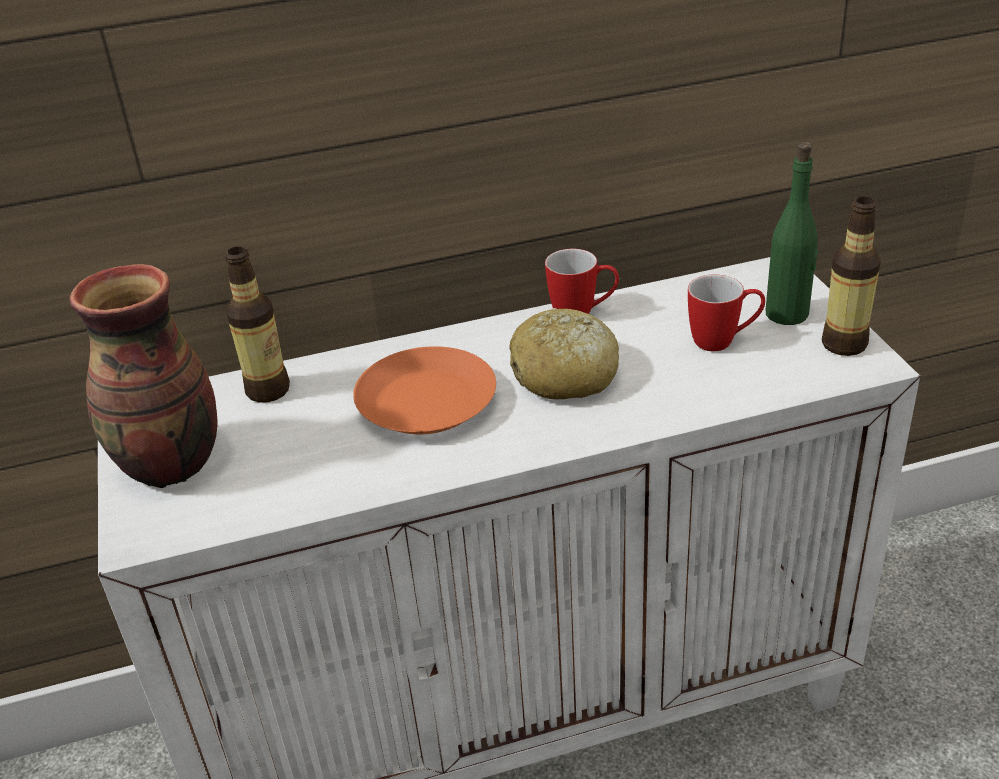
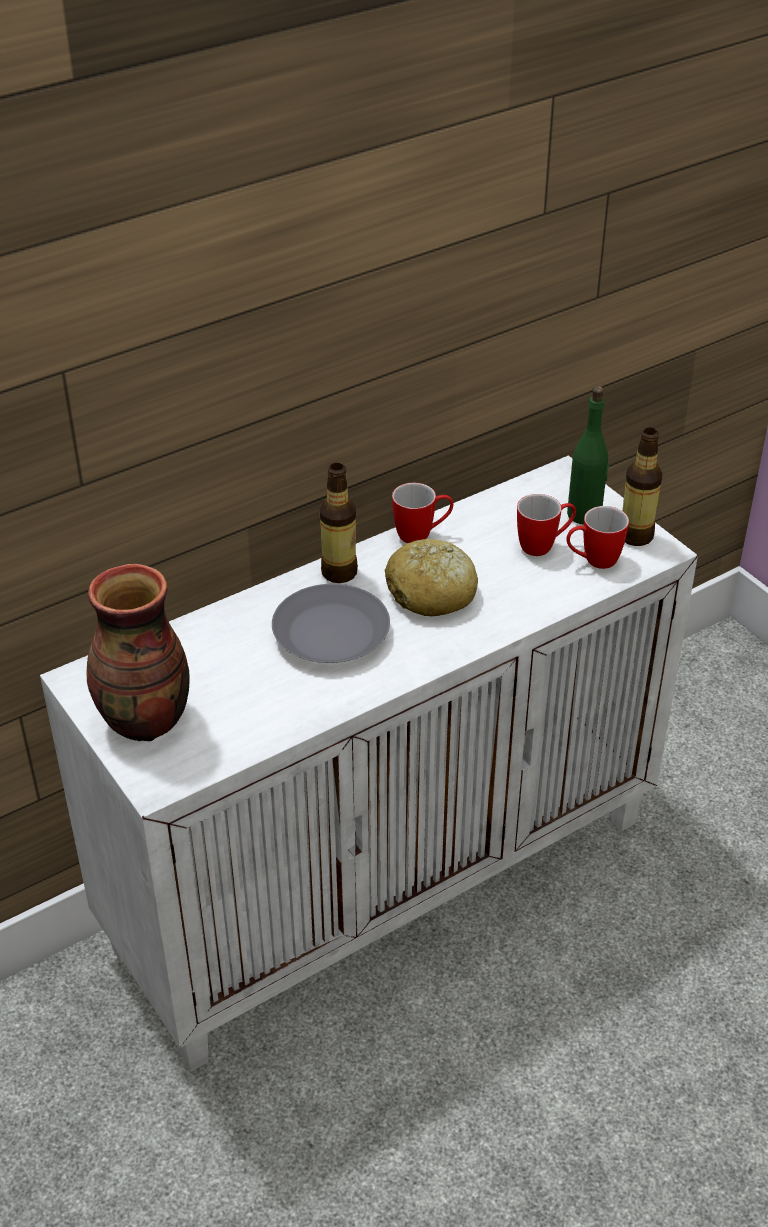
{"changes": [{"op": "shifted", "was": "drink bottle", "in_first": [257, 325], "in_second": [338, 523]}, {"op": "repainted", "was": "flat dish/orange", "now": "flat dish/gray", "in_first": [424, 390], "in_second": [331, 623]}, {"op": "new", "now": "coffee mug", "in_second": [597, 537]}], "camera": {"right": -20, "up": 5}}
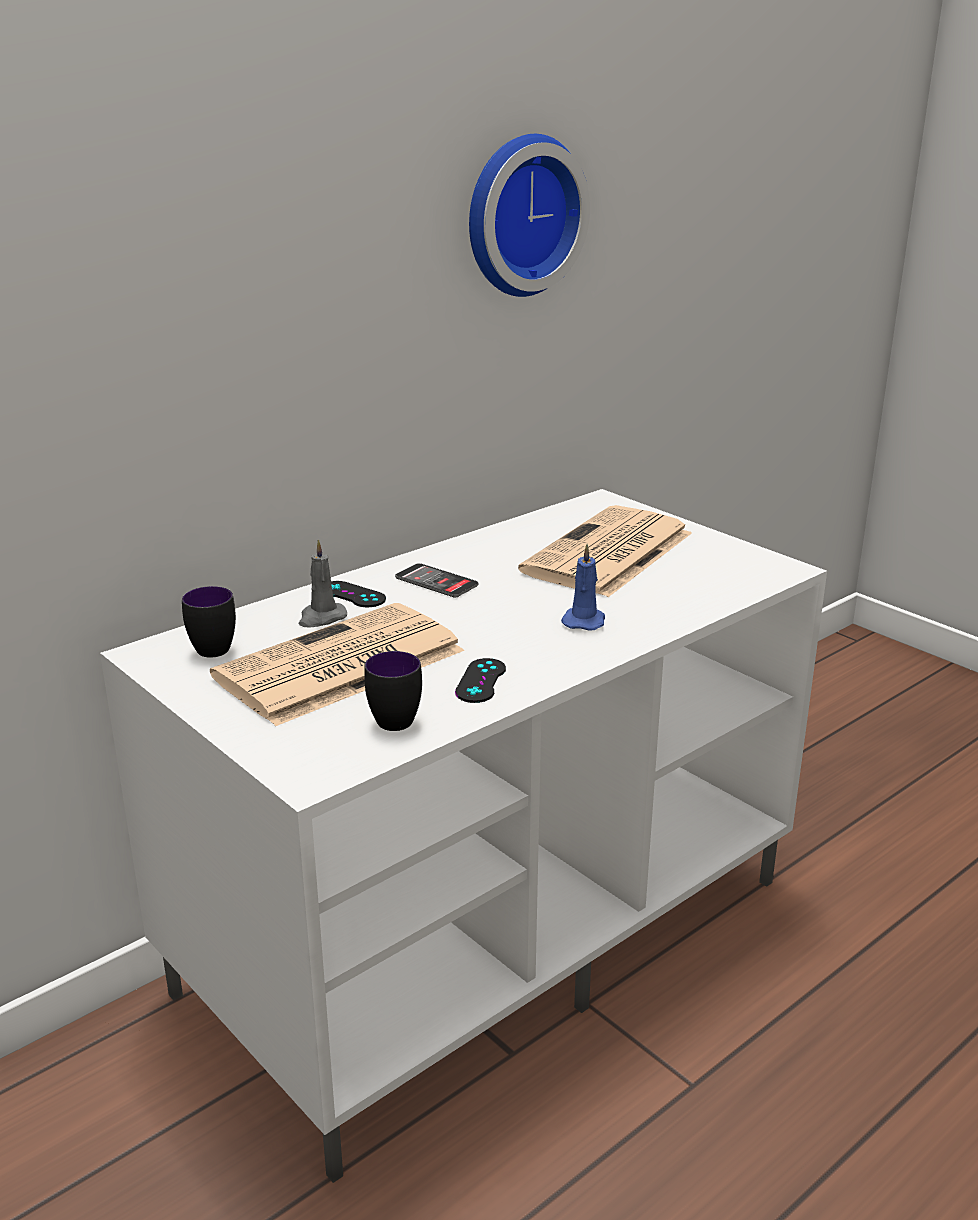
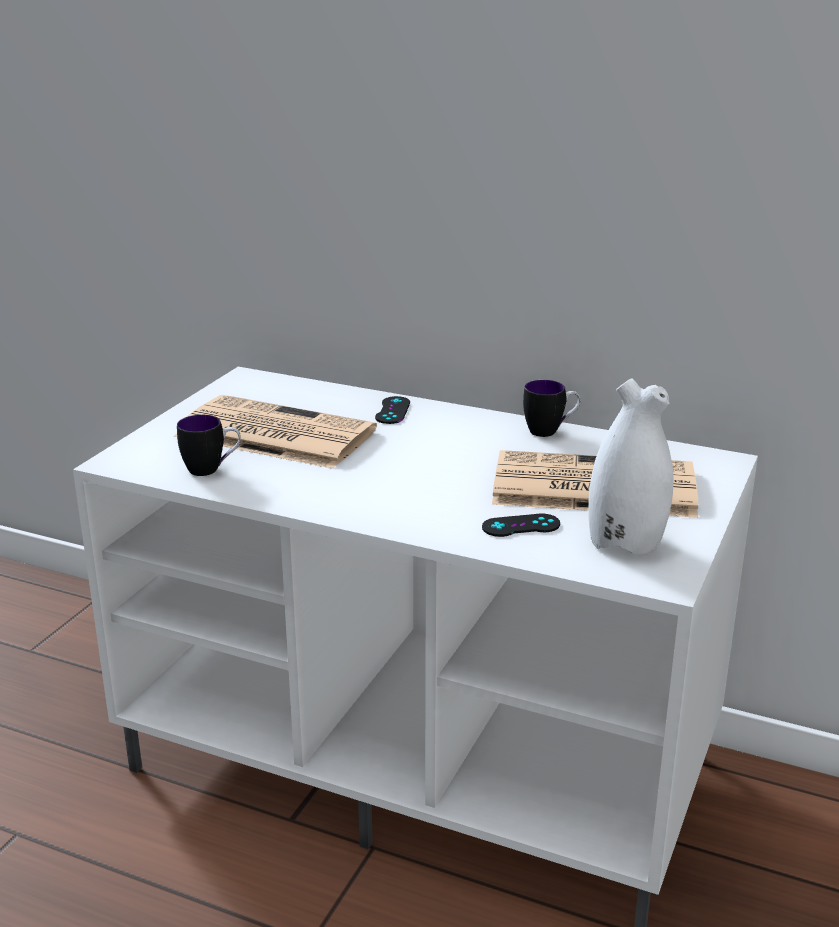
{"changes": [{"op": "shifted", "was": "coffee mug", "in_first": [209, 622], "in_second": [552, 408]}, {"op": "gone", "was": "wax light/gray", "in_first": [322, 584]}, {"op": "gone", "was": "telephone", "in_first": [436, 580]}, {"op": "shifted", "was": "gamepad/black", "in_first": [480, 680], "in_second": [521, 525]}, {"op": "gone", "was": "wall clock", "in_first": [529, 215]}, {"op": "gone", "was": "wax light/bluish", "in_first": [583, 587]}, {"op": "new", "now": "vase/whitish", "in_second": [631, 467]}], "camera": {"right": 65, "up": 0}}
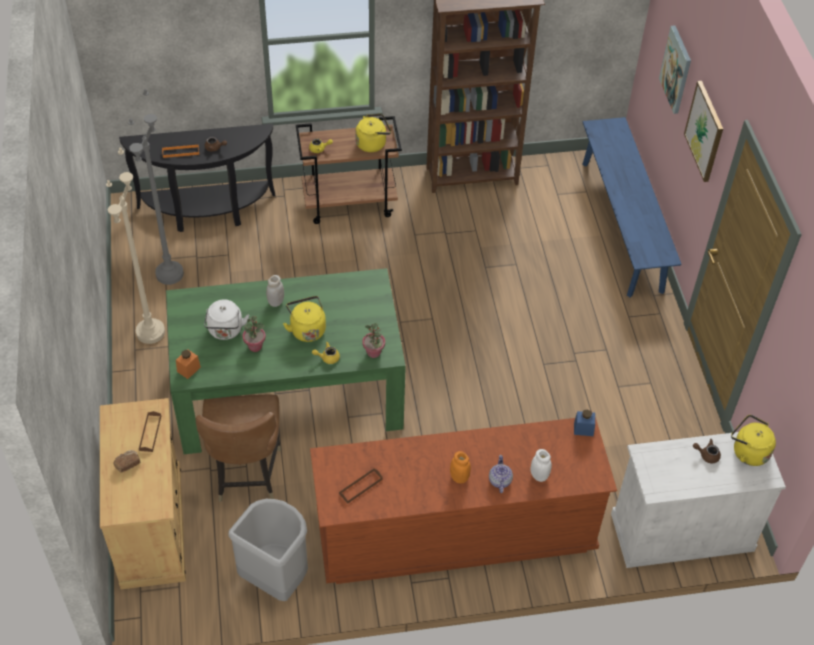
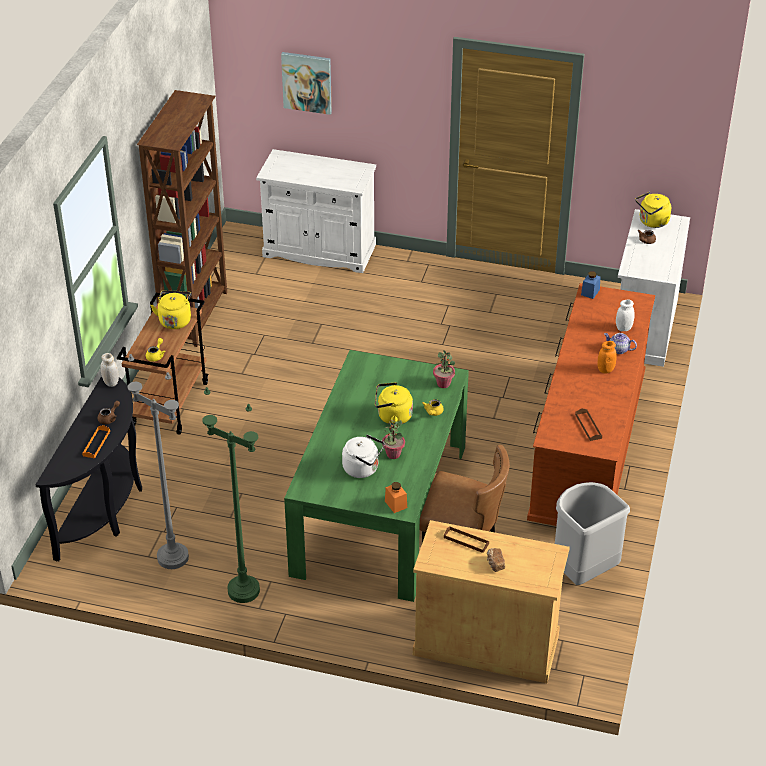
{"changes": [{"op": "repainted", "was": "standard lamp/sand-coloured", "now": "standard lamp/green", "in_first": [135, 246], "in_second": [231, 495]}, {"op": "shifted", "was": "storage jar/whitish", "in_first": [275, 291], "in_second": [110, 370]}, {"op": "swapped", "was": "bench/bluish", "now": "cabinet/whitish", "in_first": [632, 207], "in_second": [316, 211]}, {"op": "gone", "was": "picture", "in_first": [703, 131]}], "camera": {"right": -65, "up": -10}}
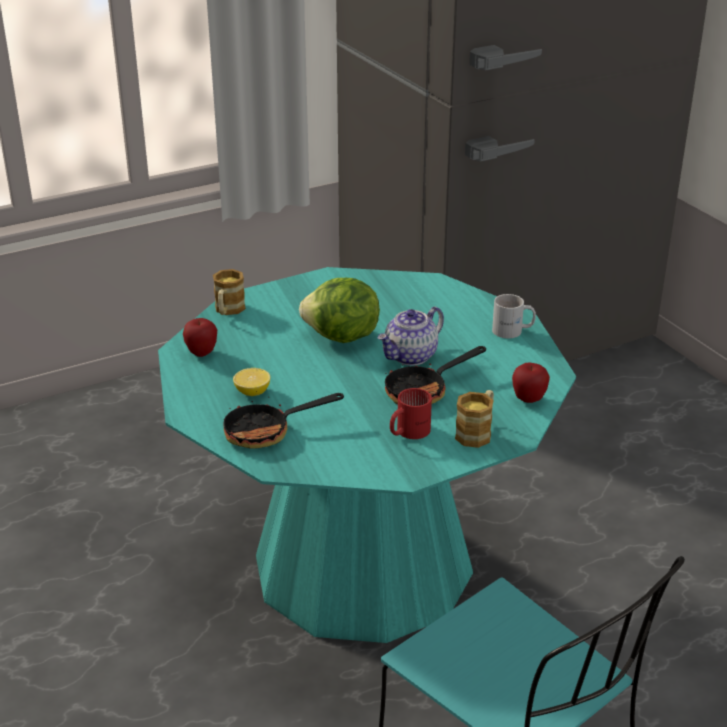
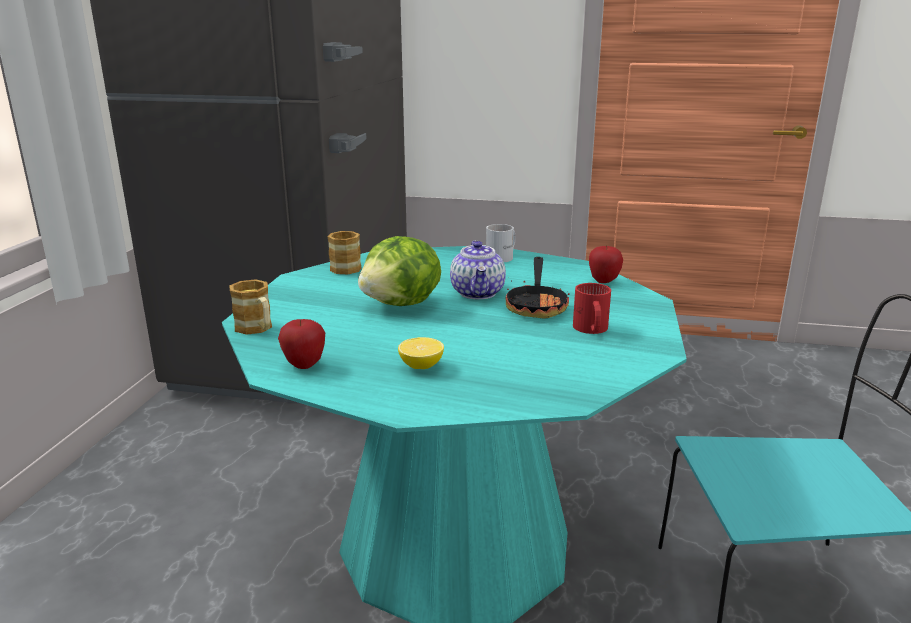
{"changes": [{"op": "gone", "was": "pan", "in_first": [283, 420]}, {"op": "shifted", "was": "coffee mug", "in_first": [474, 419], "in_second": [345, 252]}], "camera": {"right": -50, "up": -10}}
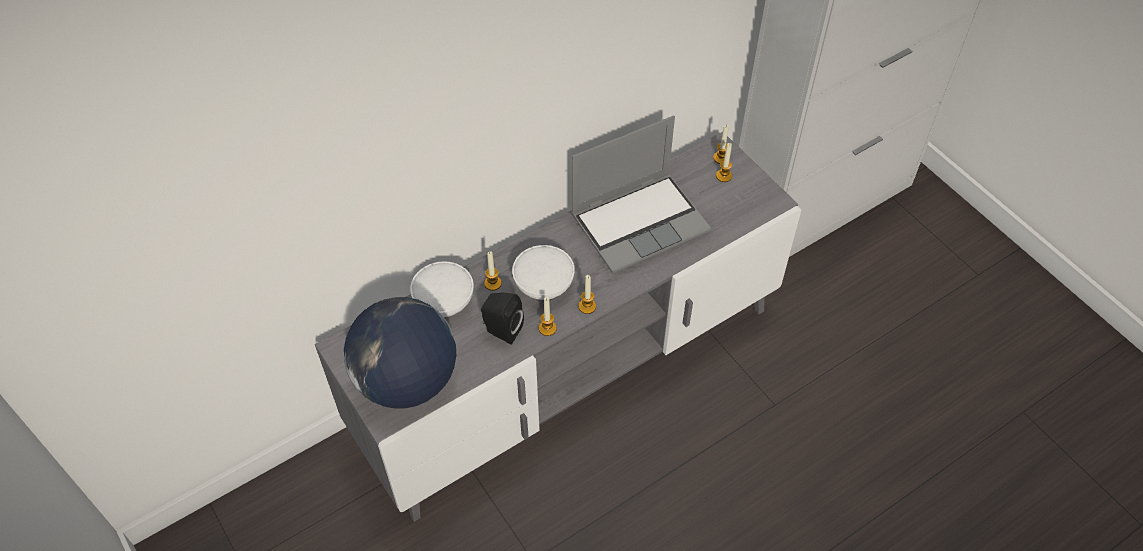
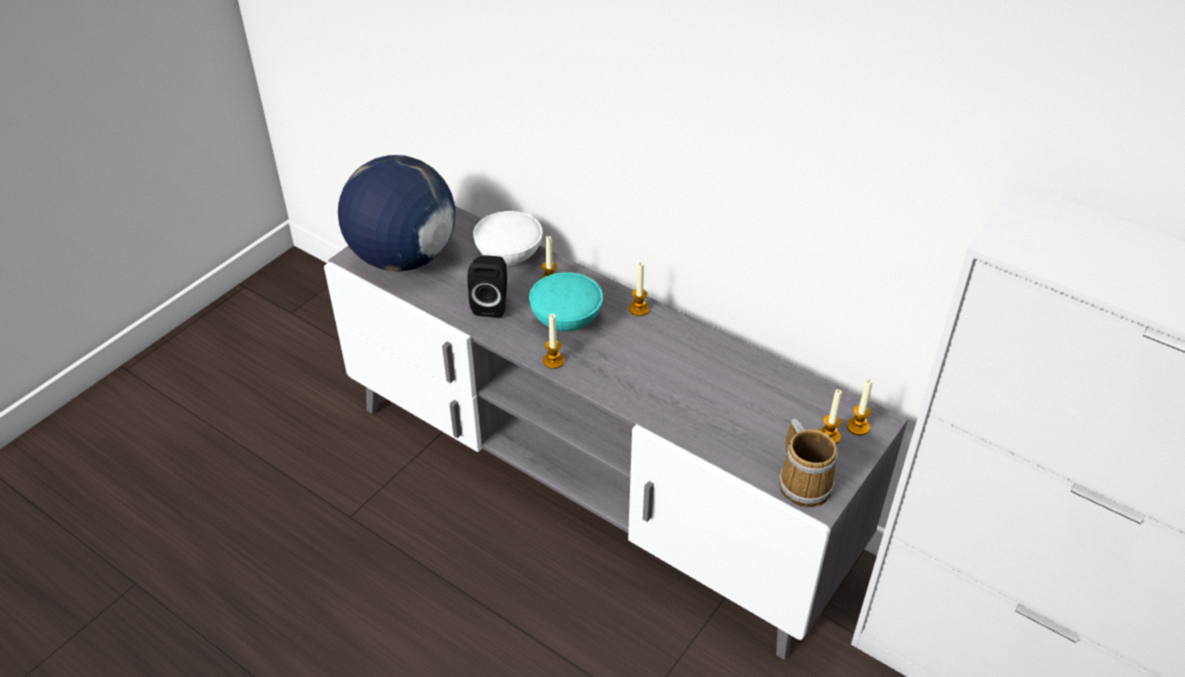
{"changes": [{"op": "repainted", "was": "deep dish/whitish", "now": "deep dish/turquoise-coloured", "in_first": [543, 272], "in_second": [566, 301]}, {"op": "shifted", "was": "wax light", "in_first": [548, 316], "in_second": [639, 289]}, {"op": "gone", "was": "notebook computer", "in_first": [641, 195]}, {"op": "new", "now": "coffee mug", "in_second": [808, 463]}], "camera": {"right": 70, "up": -10}}
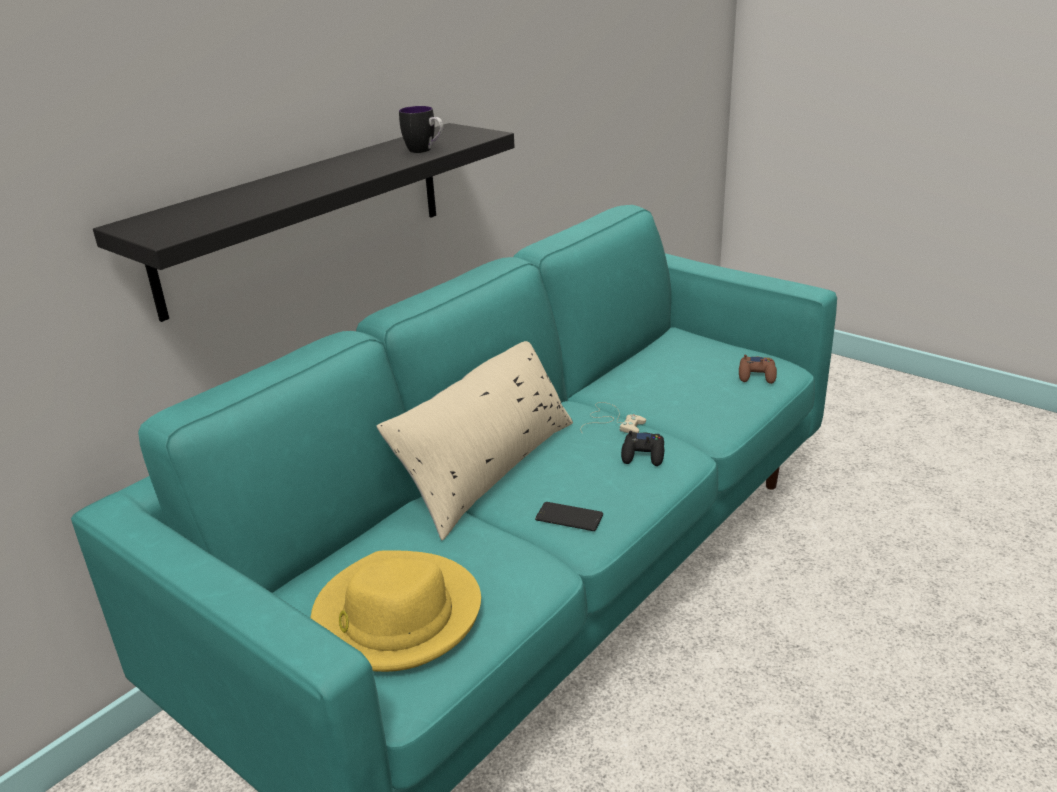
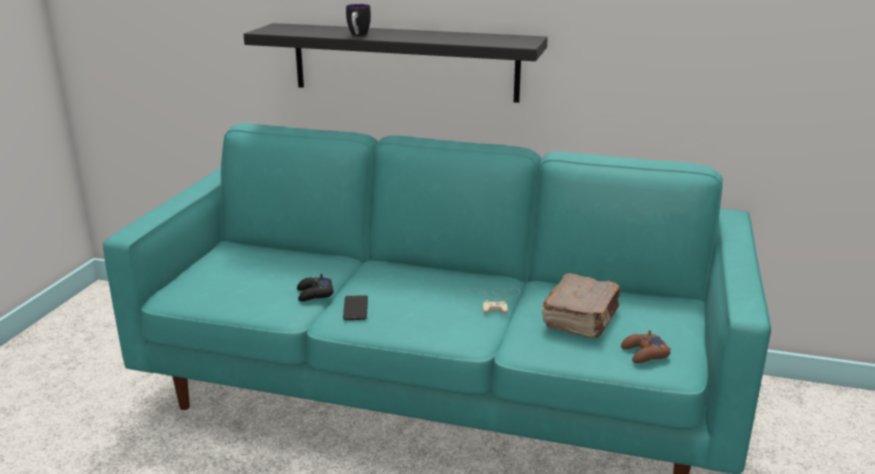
{"changes": [{"op": "gone", "was": "hat/yellow-coloured", "in_first": [396, 611]}, {"op": "gone", "was": "cushion/sand-coloured", "in_first": [475, 441]}, {"op": "shifted", "was": "coffee mug", "in_first": [421, 129], "in_second": [358, 20]}, {"op": "shifted", "was": "gamepad/black", "in_first": [642, 448], "in_second": [315, 288]}, {"op": "new", "now": "book/brownish", "in_second": [581, 305]}], "camera": {"right": 65, "up": -5}}
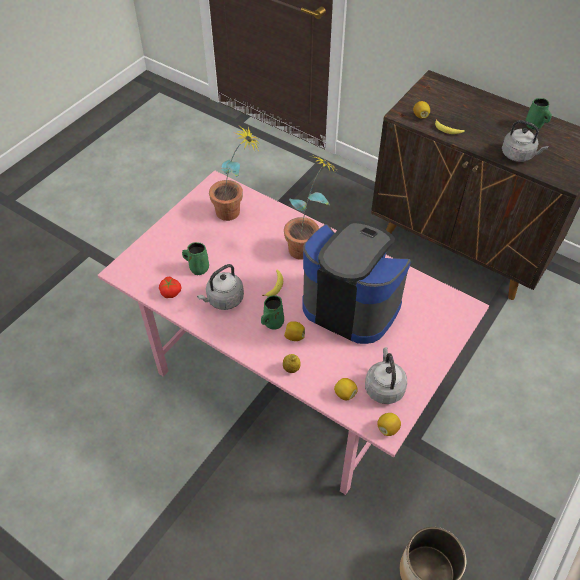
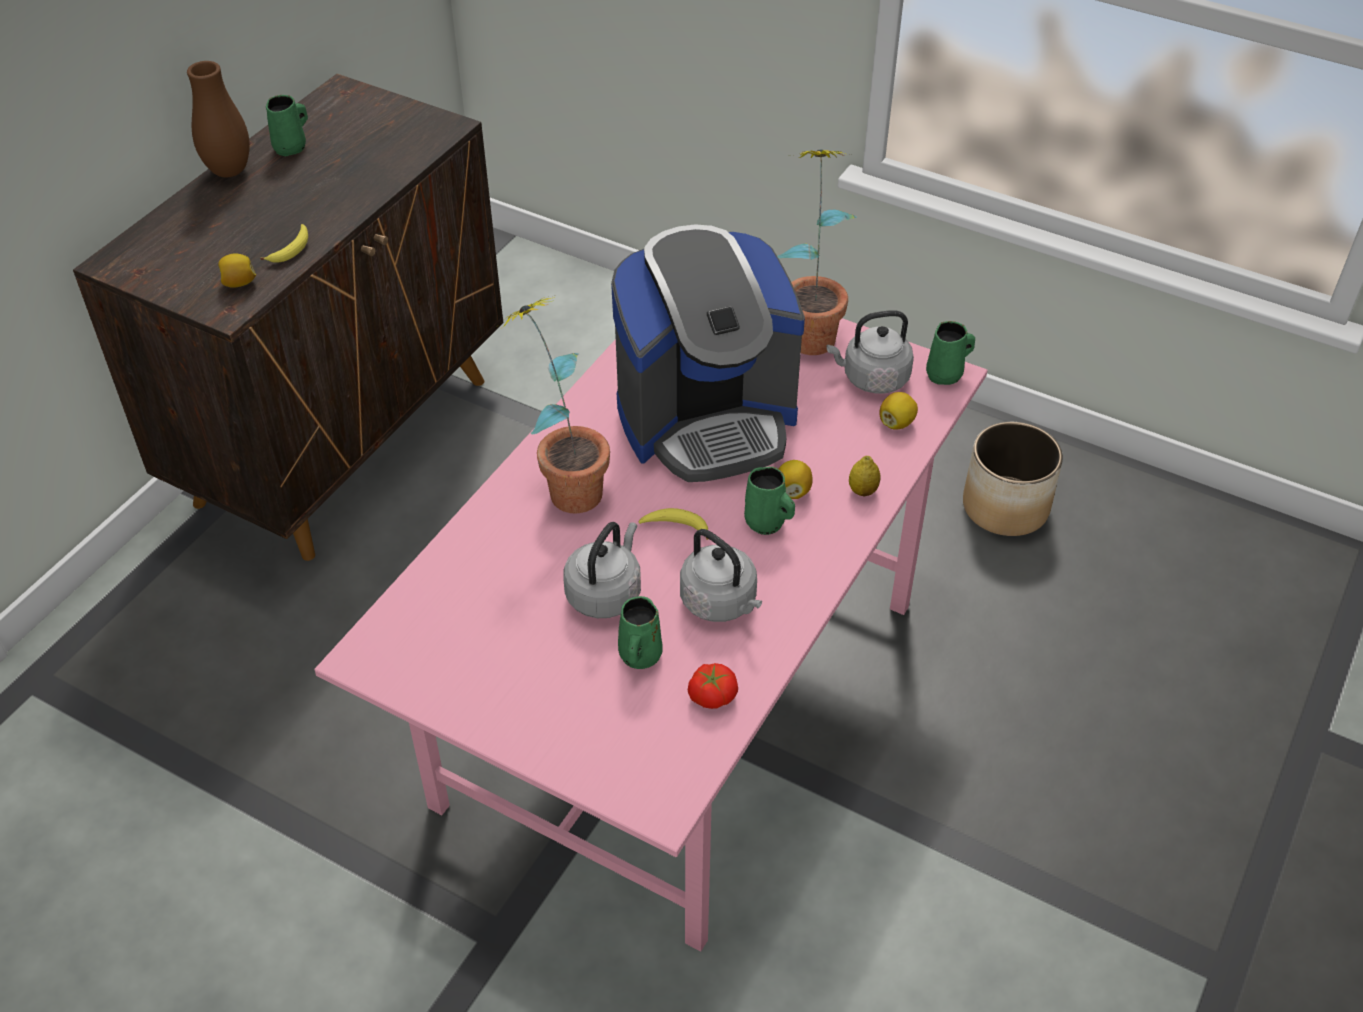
{"changes": [{"op": "shifted", "was": "houseplant", "in_first": [233, 174], "in_second": [817, 252]}, {"op": "rotated", "was": "coffee maker", "in_first": [356, 282], "in_second": [708, 353], "clockwise": -135}, {"op": "swapped", "was": "lemon", "now": "coffee mug/green", "in_first": [389, 424], "in_second": [950, 353]}, {"op": "shifted", "was": "water kettle/gray", "in_first": [525, 141], "in_second": [602, 570]}, {"op": "new", "now": "vase/brownish", "in_second": [218, 119]}], "camera": {"right": -95, "up": -5}}
